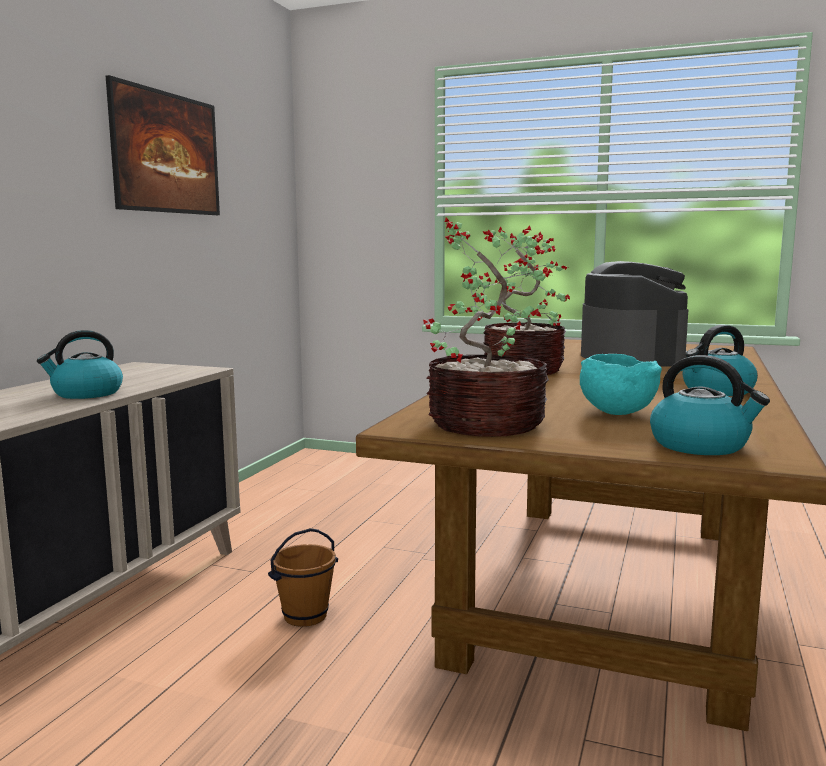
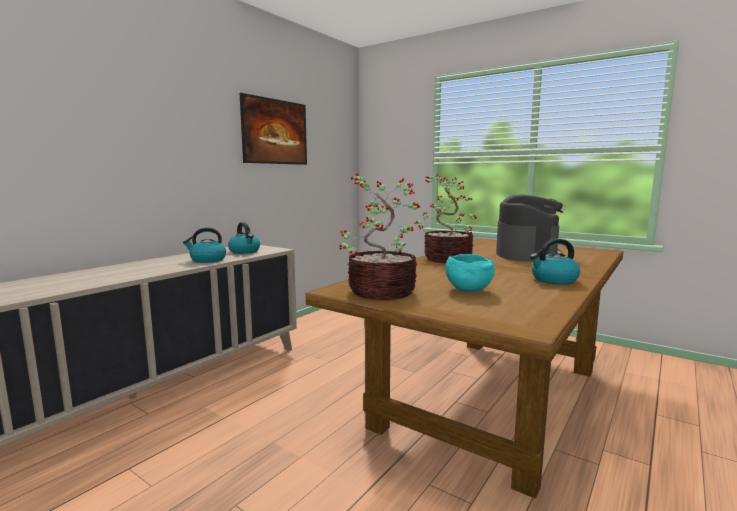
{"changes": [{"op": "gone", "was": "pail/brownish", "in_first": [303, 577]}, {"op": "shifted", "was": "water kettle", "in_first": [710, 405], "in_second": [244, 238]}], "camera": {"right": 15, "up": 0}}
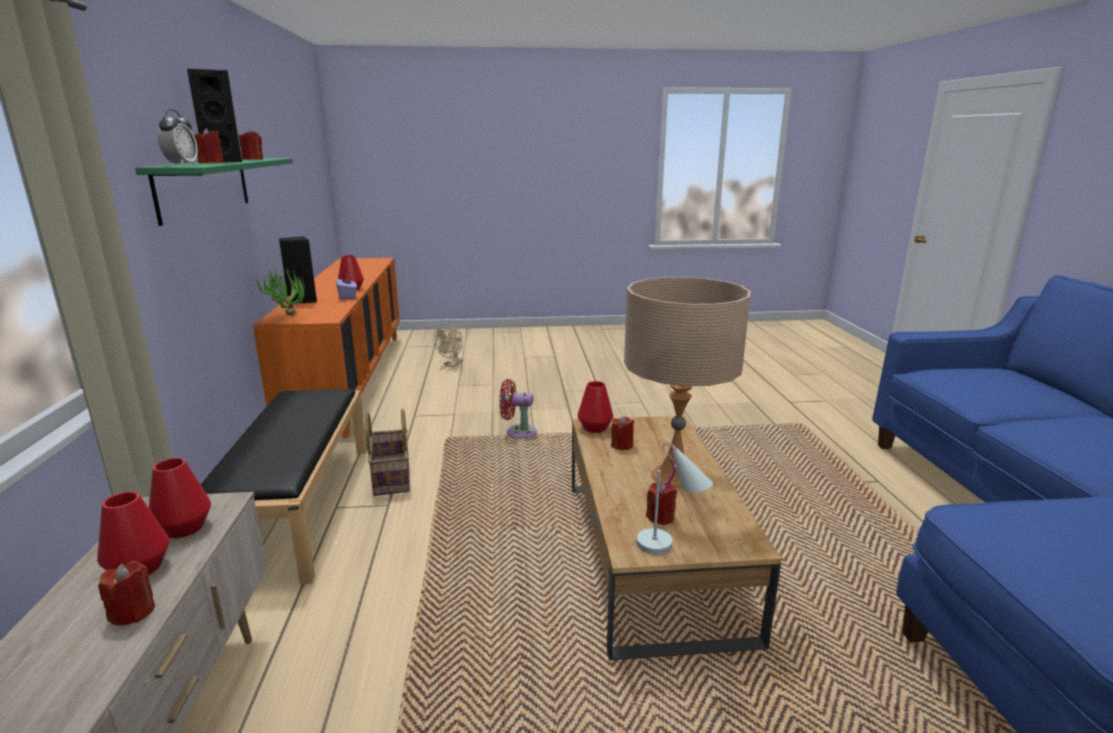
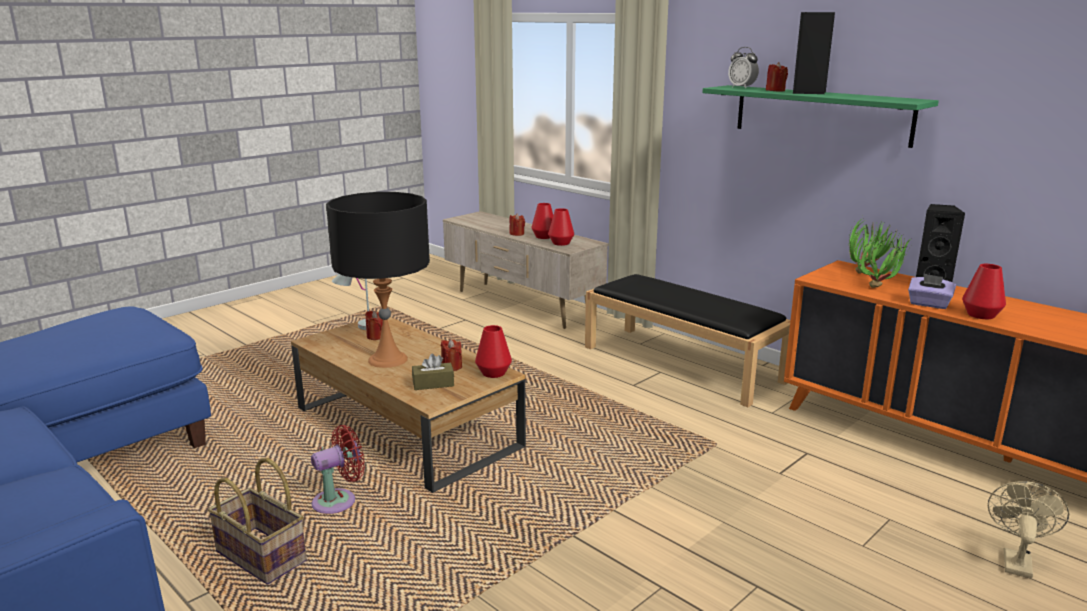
{"changes": [{"op": "gone", "was": "wax light/red-coloured", "in_first": [251, 144]}, {"op": "shifted", "was": "basket", "in_first": [387, 452], "in_second": [257, 521]}, {"op": "rotated", "was": "fan/sand-coloured", "in_first": [448, 345], "in_second": [1028, 530], "clockwise": 45}, {"op": "shifted", "was": "fan/red-coloured", "in_first": [518, 408], "in_second": [338, 469]}, {"op": "repainted", "was": "lamp for a table/sand-coloured", "now": "lamp for a table/black", "in_first": [687, 382], "in_second": [378, 280]}, {"op": "new", "now": "tissue holder/brownish", "in_second": [433, 372]}, {"op": "new", "now": "houseplant", "in_second": [883, 258]}], "camera": {"right": 140, "up": 0}}
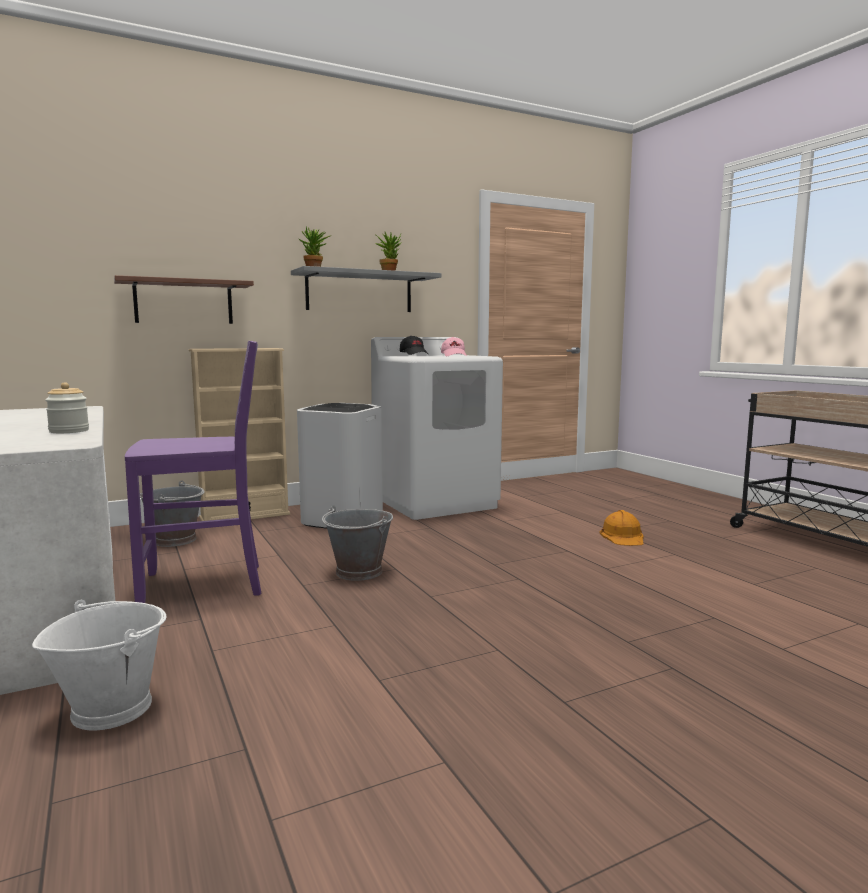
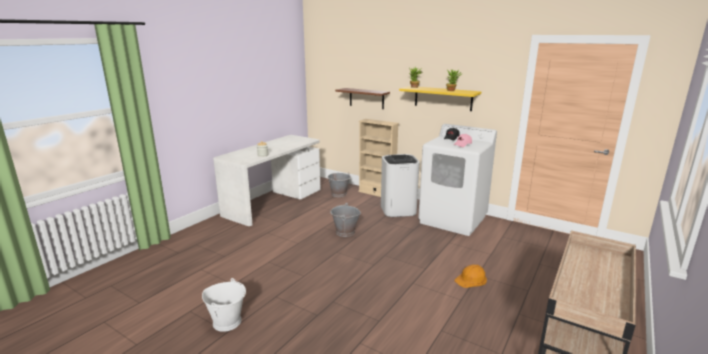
{"changes": [{"op": "shifted", "was": "pail/whitish", "in_first": [99, 665], "in_second": [224, 305]}, {"op": "gone", "was": "upright chair/purple-coloured", "in_first": [193, 472]}, {"op": "repainted", "was": "shelf/gray", "now": "shelf/yellow-coloured", "in_first": [366, 289], "in_second": [440, 98]}], "camera": {"right": 60, "up": 10}}
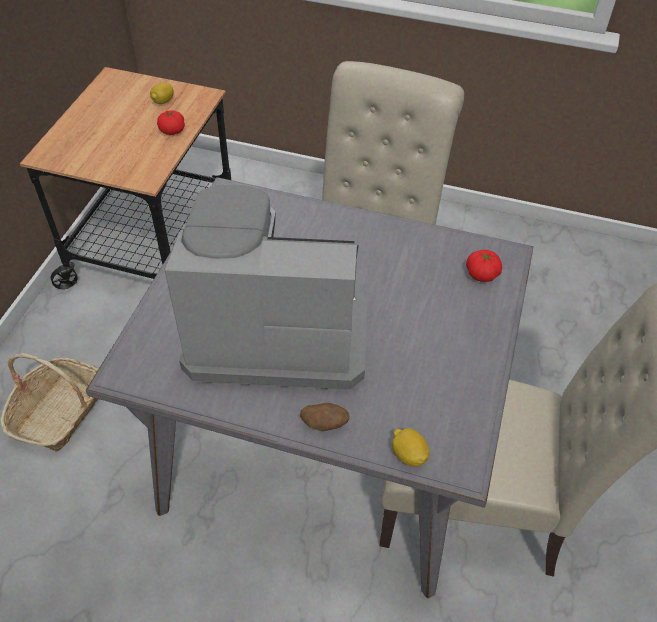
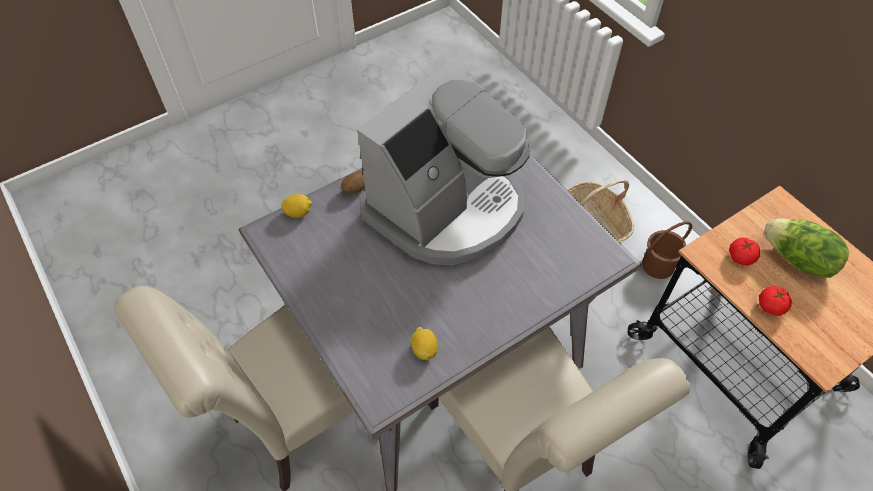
{"changes": [{"op": "shifted", "was": "lemon", "in_first": [162, 93], "in_second": [424, 343]}, {"op": "shifted", "was": "fresh tomato", "in_first": [484, 266], "in_second": [744, 251]}, {"op": "new", "now": "pail/brownish", "in_second": [667, 250]}, {"op": "new", "now": "lettuce head", "in_second": [806, 248]}], "camera": {"right": 130, "up": 5}}
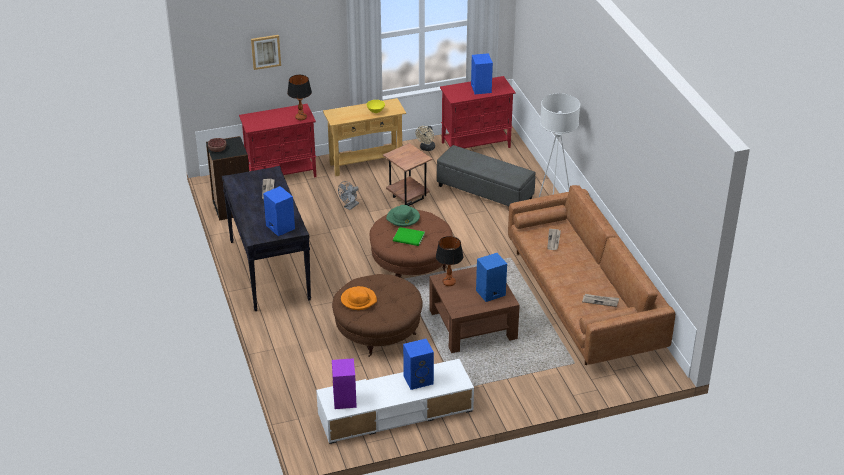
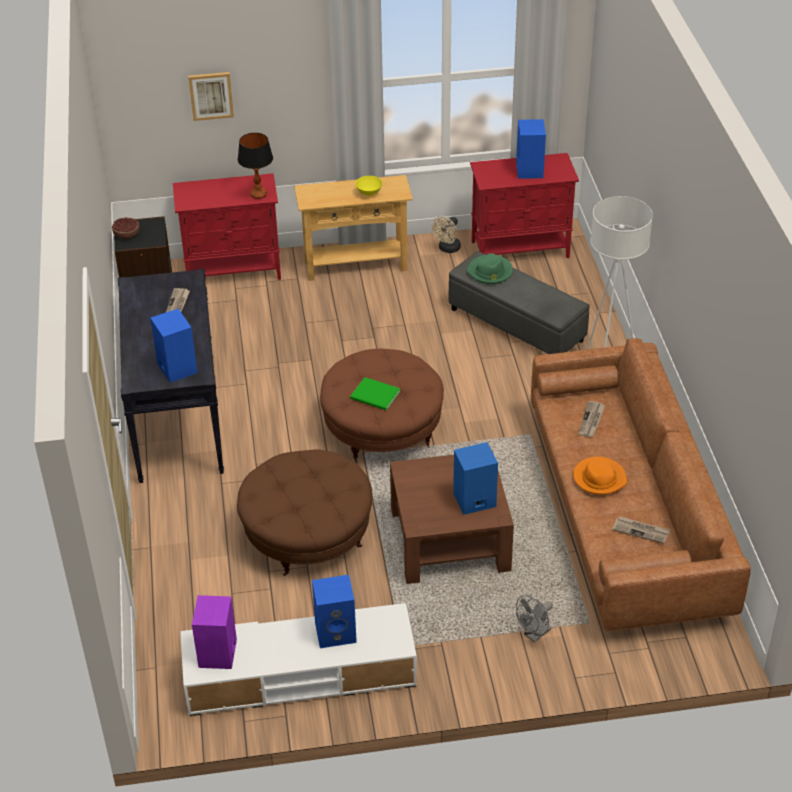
{"changes": [{"op": "shifted", "was": "fan/gray", "in_first": [348, 195], "in_second": [534, 618]}, {"op": "shifted", "was": "hat/orange", "in_first": [359, 298], "in_second": [600, 476]}, {"op": "gone", "was": "side table/brownish", "in_first": [407, 174]}, {"op": "shifted", "was": "hat/green", "in_first": [403, 216], "in_second": [489, 268]}, {"op": "gone", "was": "lamp for a table", "in_first": [449, 261]}], "camera": {"right": 10, "up": 5}}
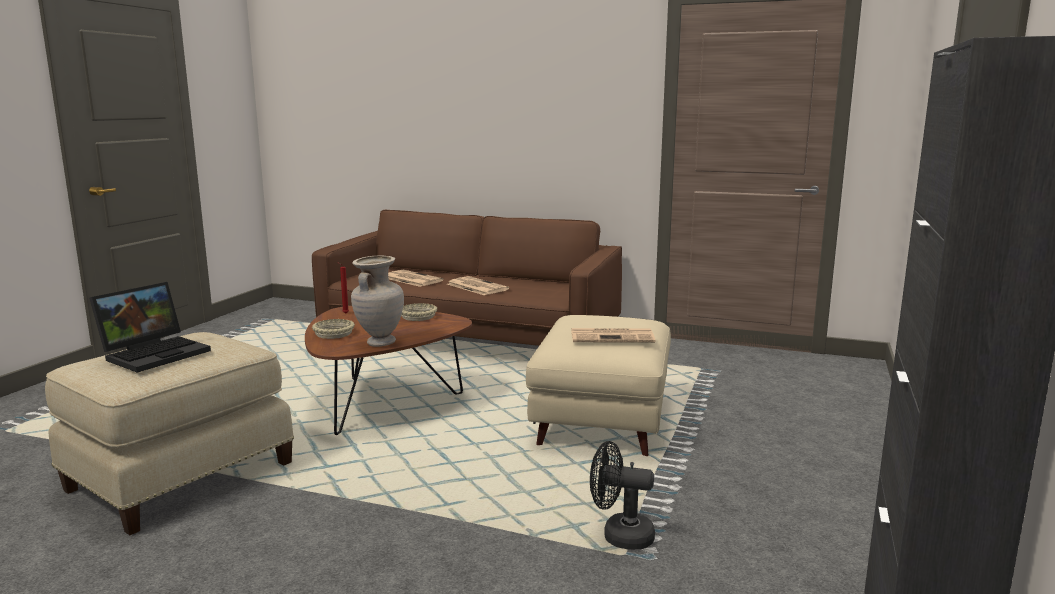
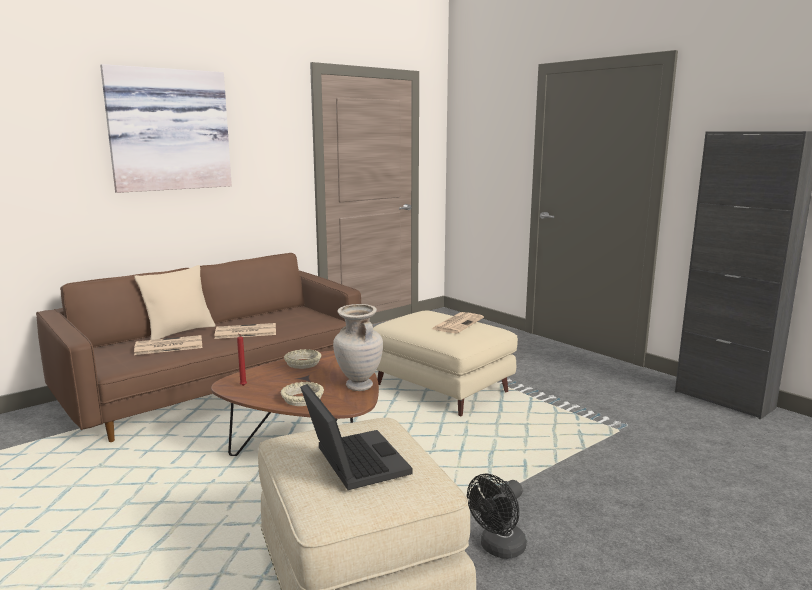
{"changes": [{"op": "shifted", "was": "fan/black", "in_first": [622, 495], "in_second": [497, 516]}, {"op": "new", "now": "picture", "in_second": [166, 128]}, {"op": "new", "now": "cushion/sand-coloured", "in_second": [174, 302]}], "camera": {"right": -60, "up": 0}}
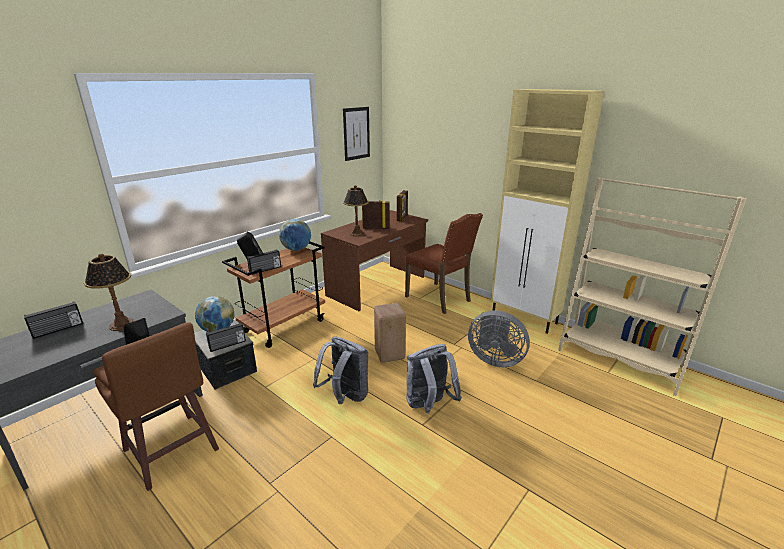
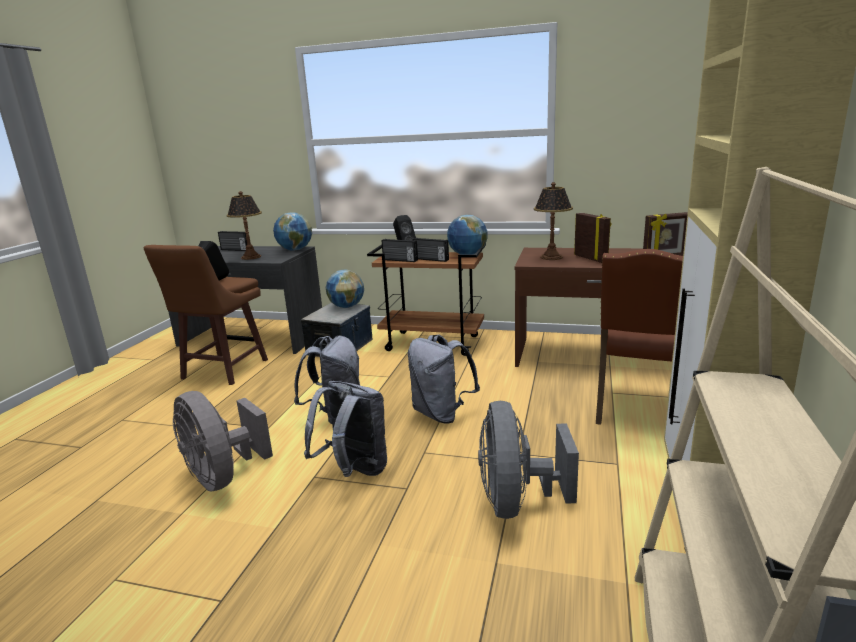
{"changes": [{"op": "shifted", "was": "radio", "in_first": [226, 337], "in_second": [431, 250]}, {"op": "gone", "was": "picture", "in_first": [356, 134]}, {"op": "swapped", "was": "stool seat/sand-coloured", "now": "knapsack/gray", "in_first": [390, 333], "in_second": [444, 379]}, {"op": "new", "now": "fan/gray", "in_second": [223, 441]}, {"op": "new", "now": "desk globe", "in_second": [292, 231]}], "camera": {"right": 65, "up": -5}}
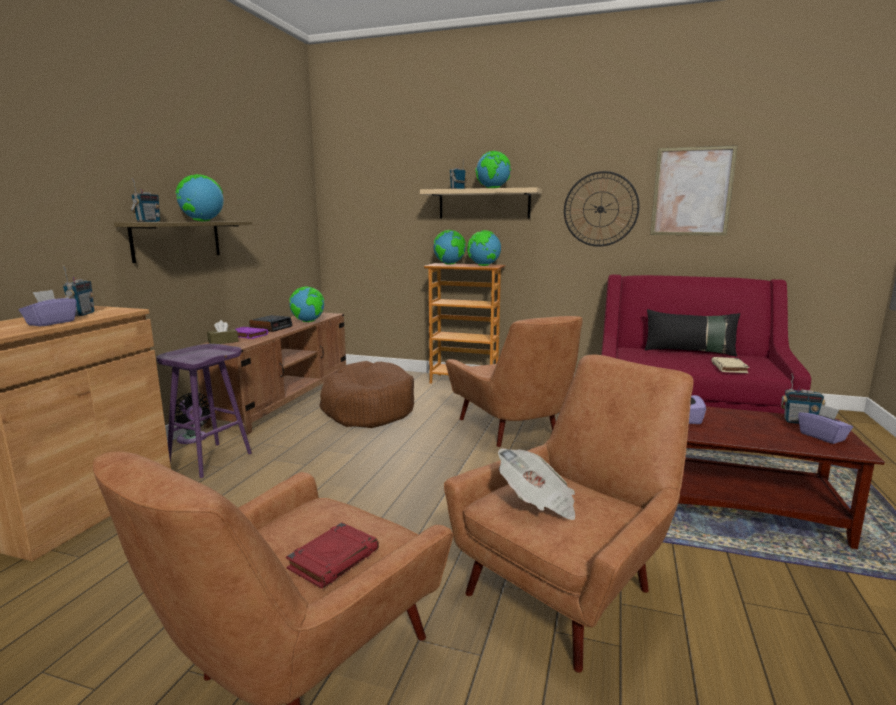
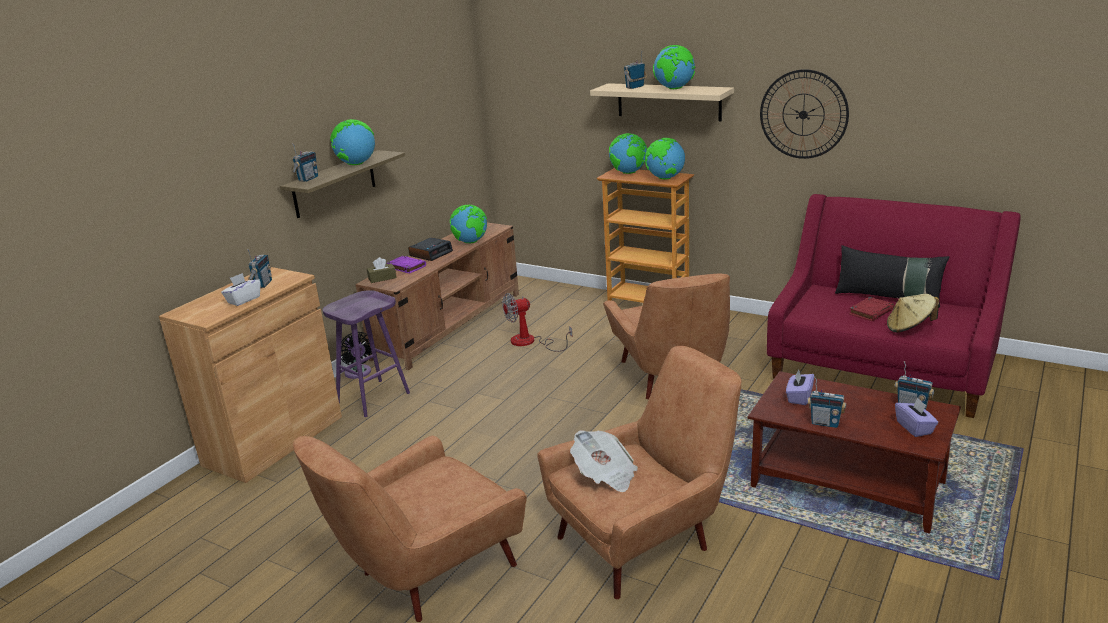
{"changes": [{"op": "repainted", "was": "tissue holder/purple-coloured", "now": "tissue holder/whitish", "in_first": [48, 308], "in_second": [240, 289]}, {"op": "shifted", "was": "book/red-coloured", "in_first": [332, 555], "in_second": [871, 309]}, {"op": "swapped", "was": "dog cushion/brownish", "now": "fan", "in_first": [366, 394], "in_second": [537, 322]}, {"op": "gone", "was": "picture", "in_first": [694, 190]}, {"op": "swapped", "was": "book/sand-coloured", "now": "hat/sand-coloured", "in_first": [730, 365], "in_second": [913, 313]}, {"op": "new", "now": "radio", "in_second": [826, 402]}], "camera": {"right": 15, "up": 10}}
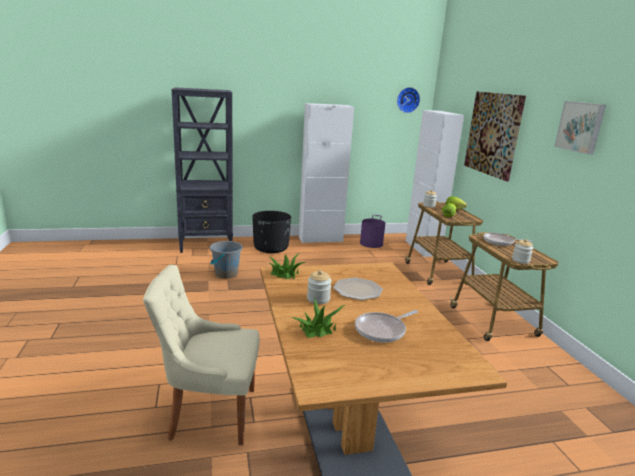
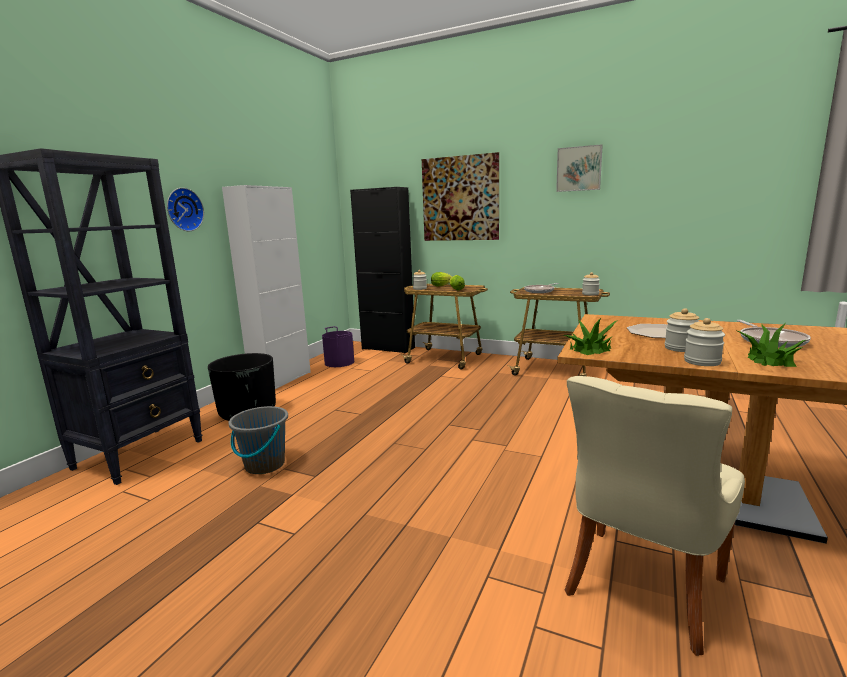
{"changes": [{"op": "shifted", "was": "wall clock", "in_first": [408, 100], "in_second": [185, 209]}, {"op": "repainted", "was": "cabinet/whitish", "now": "cabinet/black", "in_first": [435, 183], "in_second": [382, 270]}, {"op": "new", "now": "storage jar", "in_second": [704, 342]}], "camera": {"right": -50, "up": -5}}
